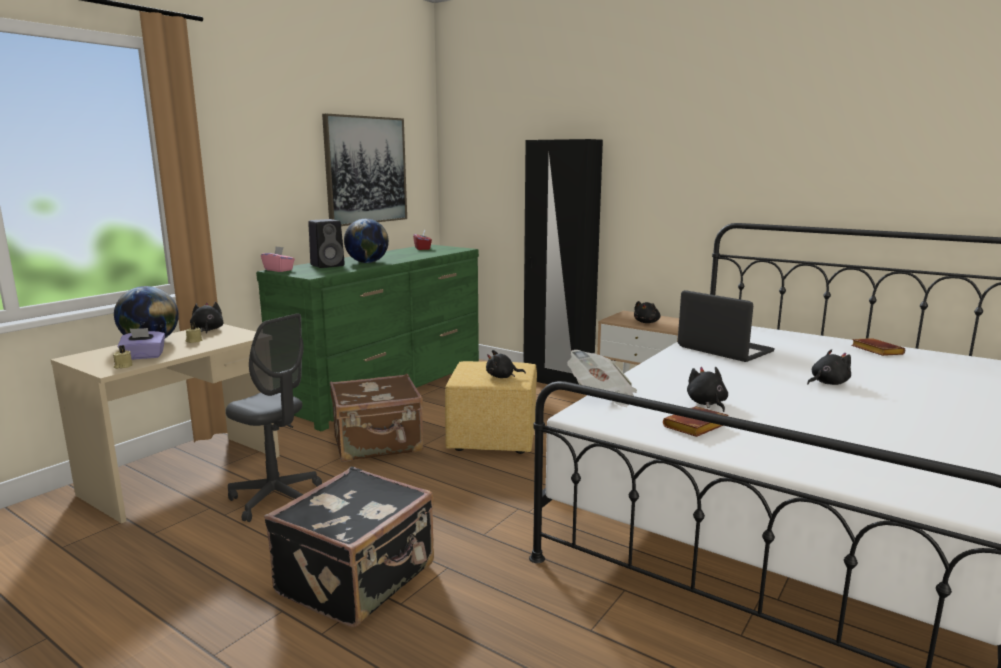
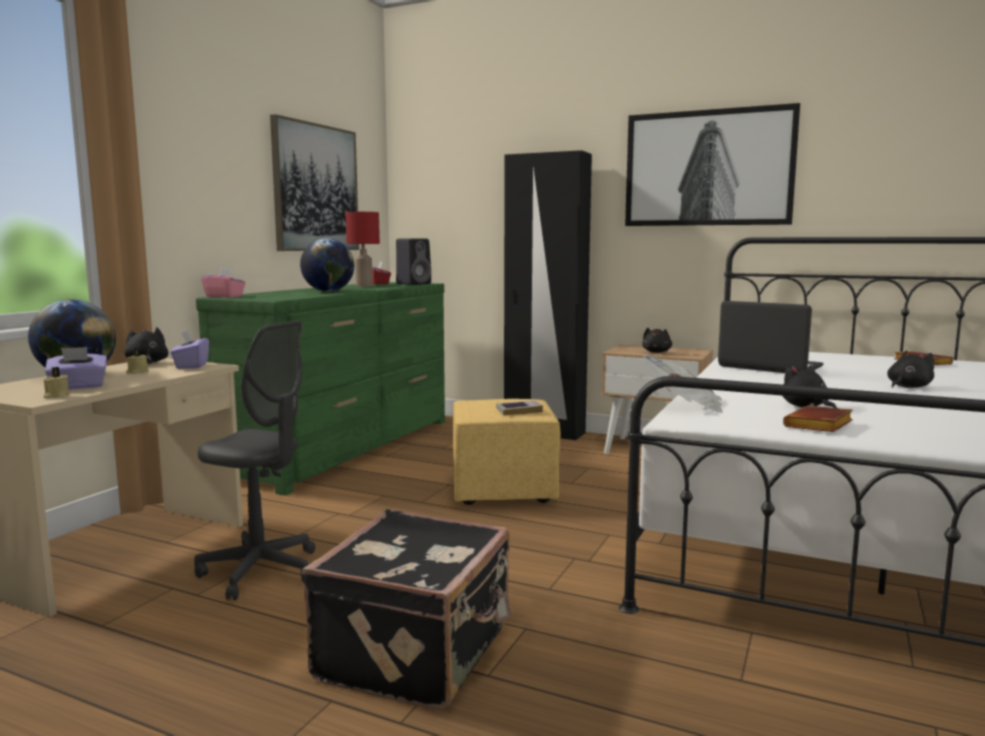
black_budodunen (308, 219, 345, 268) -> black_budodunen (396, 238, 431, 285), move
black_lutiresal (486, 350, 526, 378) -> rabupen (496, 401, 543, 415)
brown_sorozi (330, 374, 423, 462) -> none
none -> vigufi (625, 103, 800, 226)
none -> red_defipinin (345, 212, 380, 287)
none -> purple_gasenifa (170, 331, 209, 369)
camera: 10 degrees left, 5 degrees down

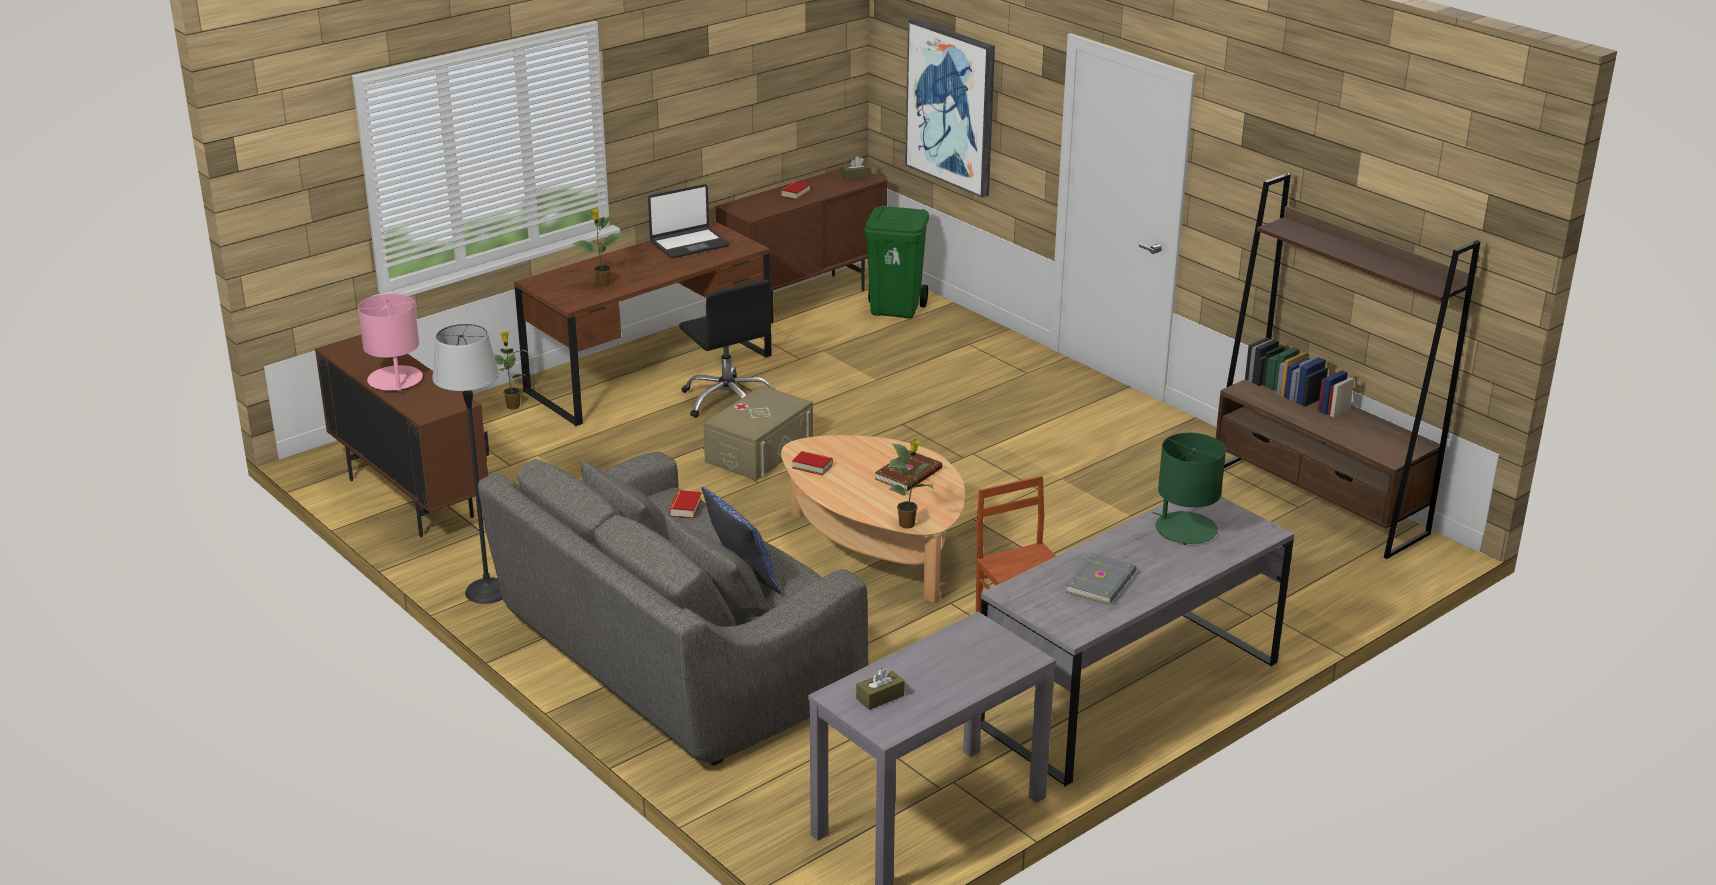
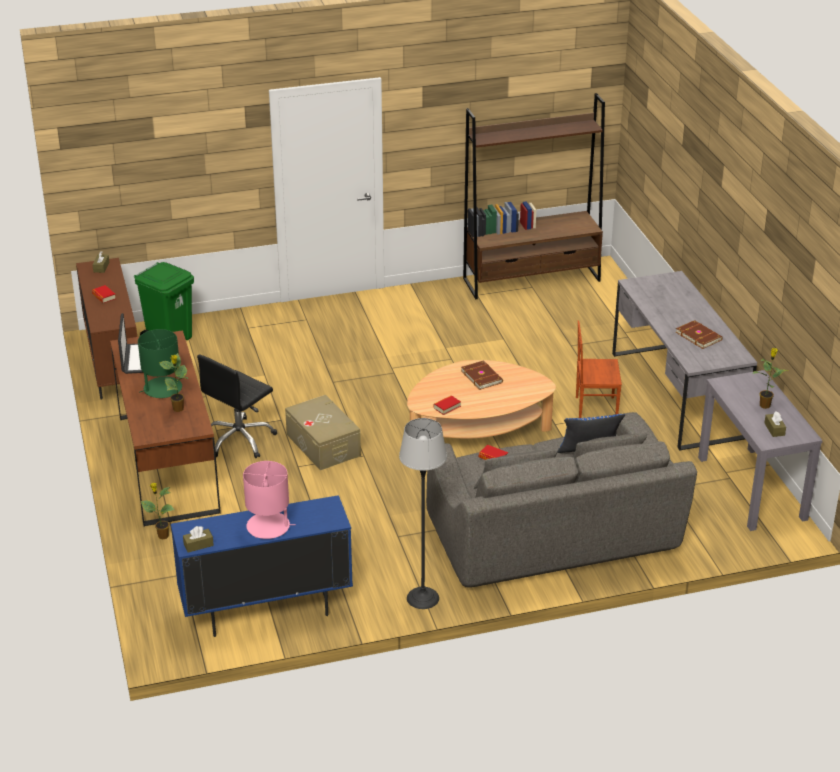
vigufi (905, 19, 995, 198) -> none
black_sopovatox (679, 280, 774, 418) -> black_sopovatox (197, 355, 277, 458), 135 degrees clockwise
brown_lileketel (315, 335, 490, 537) -> blue_lileketel (171, 495, 353, 637)
green_defipinin (1152, 433, 1226, 545) -> green_defipinin (138, 329, 182, 398), move
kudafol (888, 439, 934, 529) -> kudafol (753, 348, 788, 409), move
grey_rabupen (1066, 553, 1137, 605) -> brown_rabupen (675, 320, 723, 349)
none -> brown_gasenifa (183, 526, 214, 553)
camera: 65 degrees left, 5 degrees up

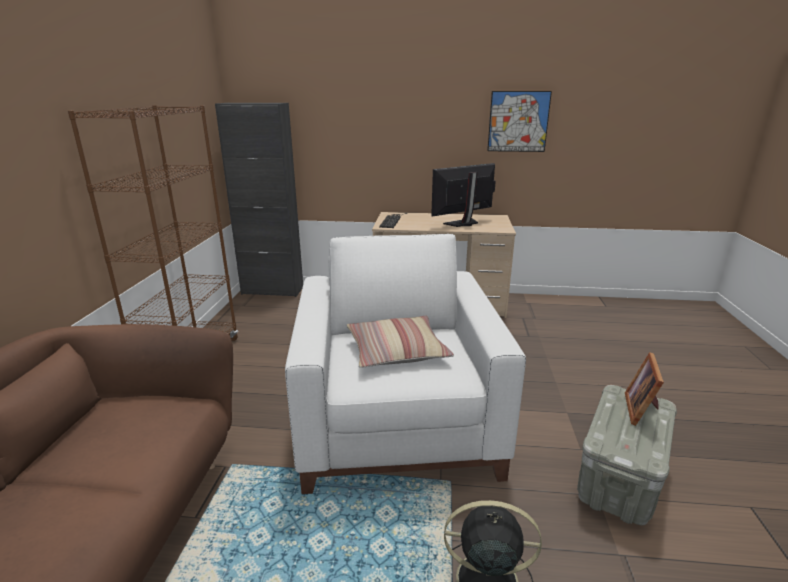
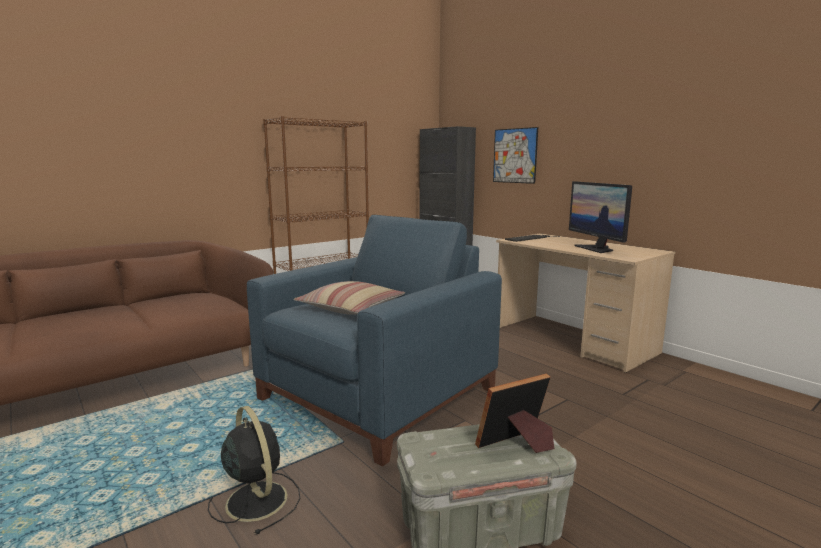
vigufi (487, 91, 552, 152) -> vigufi (493, 127, 538, 184), move
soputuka (431, 163, 496, 227) -> soputuka (569, 181, 632, 253), 120 degrees counterclockwise
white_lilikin (285, 234, 526, 494) -> blue_lilikin (247, 215, 502, 466)
camera: 45 degrees right, 10 degrees down

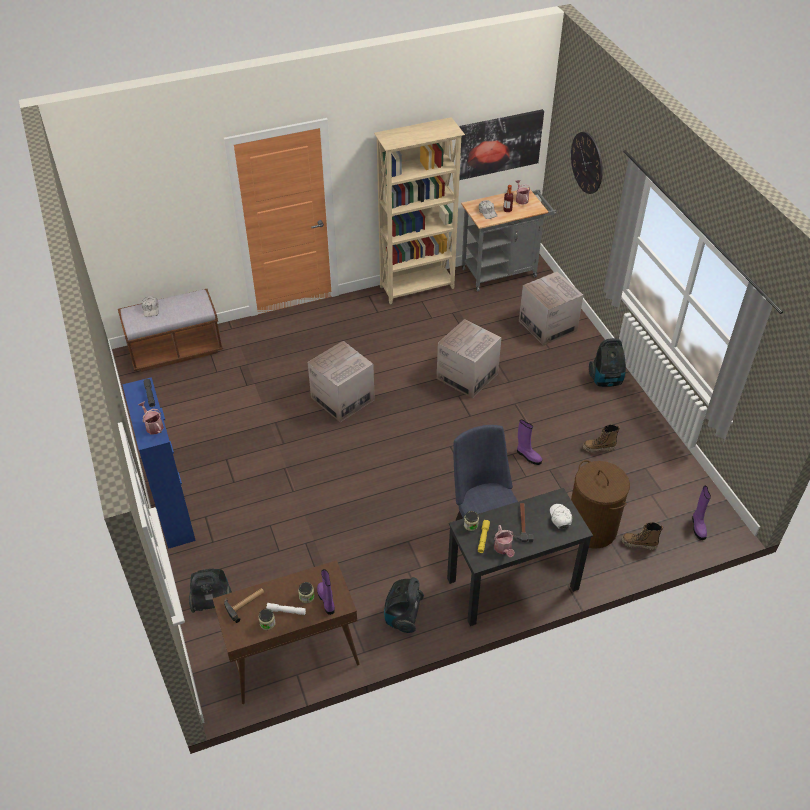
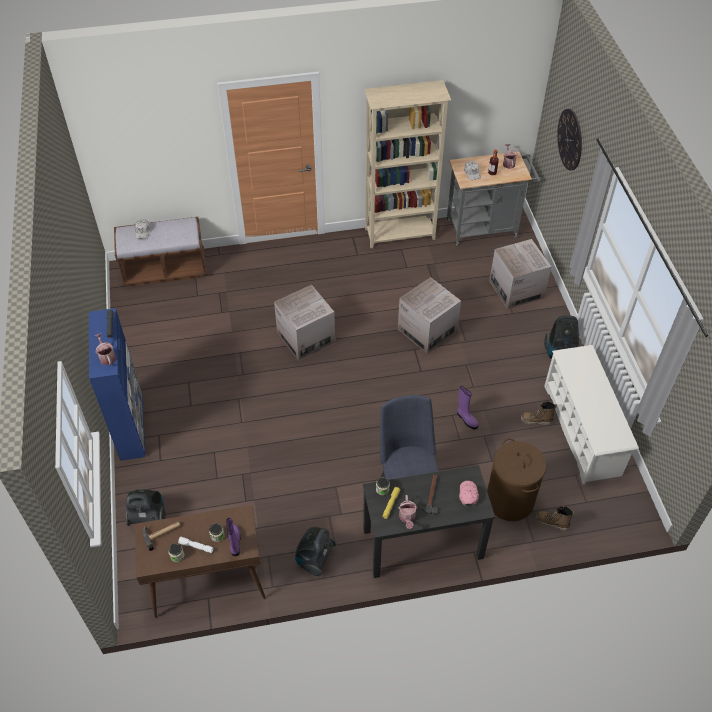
vigufi (459, 109, 544, 180) -> none
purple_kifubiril (692, 486, 711, 540) -> none
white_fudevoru (550, 504, 572, 529) -> pink_fudevoru (459, 481, 479, 506)
none -> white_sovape (544, 345, 639, 484)
camera: 10 degrees right, 5 degrees up

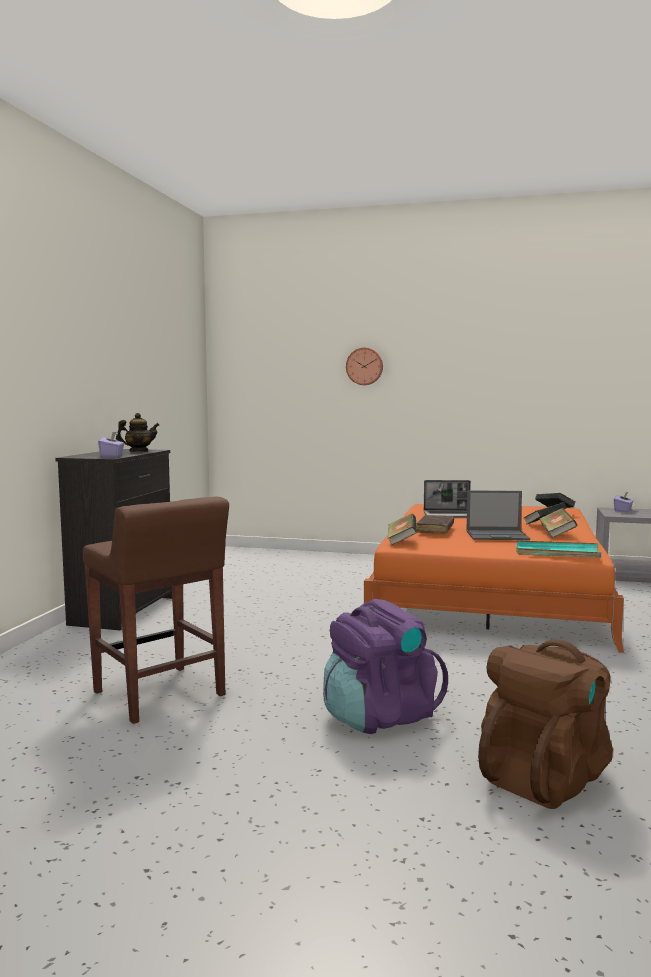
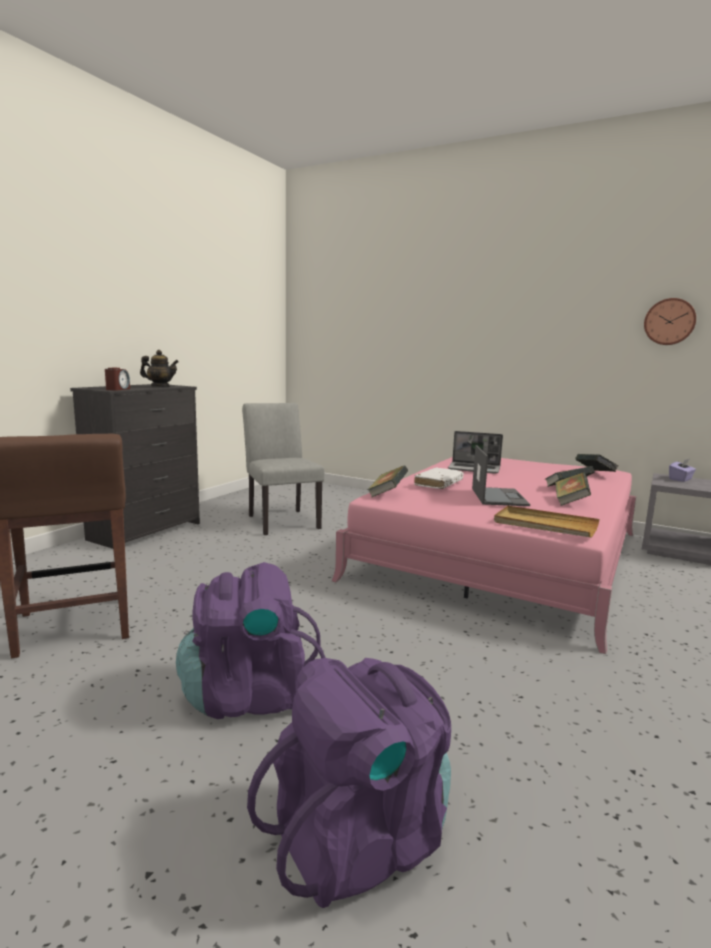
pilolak (346, 348, 383, 385) -> pilolak (644, 298, 696, 345), move
purple_gasenifa (98, 431, 125, 458) -> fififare (105, 368, 130, 391)
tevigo (466, 491, 530, 540) -> tevigo (472, 445, 530, 506), 105 degrees counterclockwise
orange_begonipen (364, 504, 625, 653) -> pink_begonipen (332, 457, 636, 654)
brown_rabupen (417, 515, 454, 534) -> white_rabupen (414, 467, 463, 489)
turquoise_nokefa (516, 540, 601, 558) -> beige_nokefa (494, 506, 600, 538)
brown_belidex (478, 639, 613, 809) -> purple_belidex (247, 658, 451, 908)
none -> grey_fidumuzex (242, 403, 324, 535)
camera: 15 degrees right, 5 degrees up

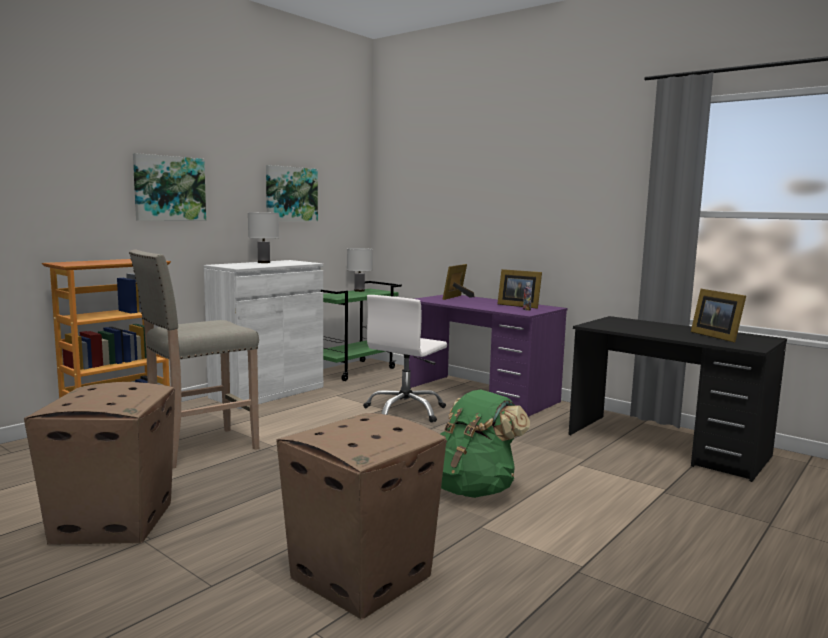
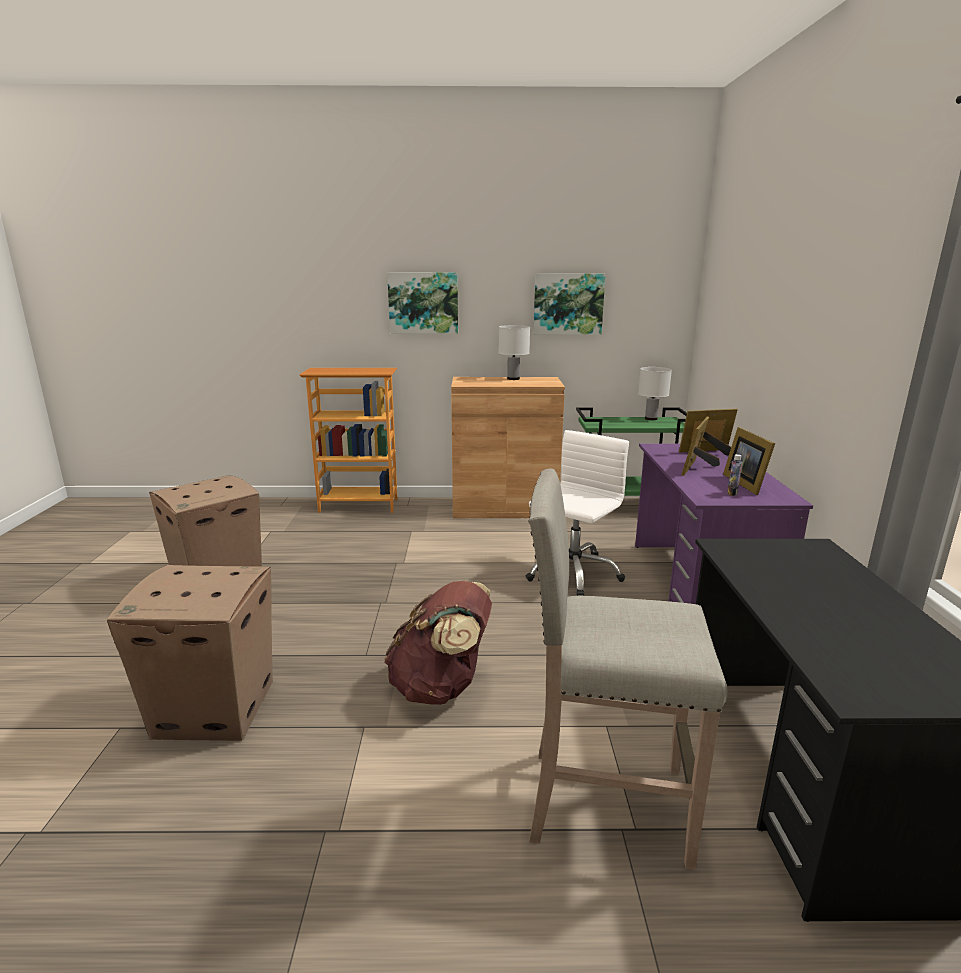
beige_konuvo (129, 250, 259, 469) -> beige_konuvo (528, 469, 728, 870), move
white_lileketel (204, 260, 323, 409) -> brown_lileketel (451, 377, 565, 518)
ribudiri (691, 289, 746, 343) -> ribudiri (681, 417, 720, 476), move
white_sopovatox (363, 295, 447, 423) -> white_sopovatox (526, 430, 629, 596), 135 degrees clockwise
green_belidex (440, 390, 530, 498) -> brown_belidex (384, 580, 492, 705)
camera: 50 degrees right, 10 degrees up

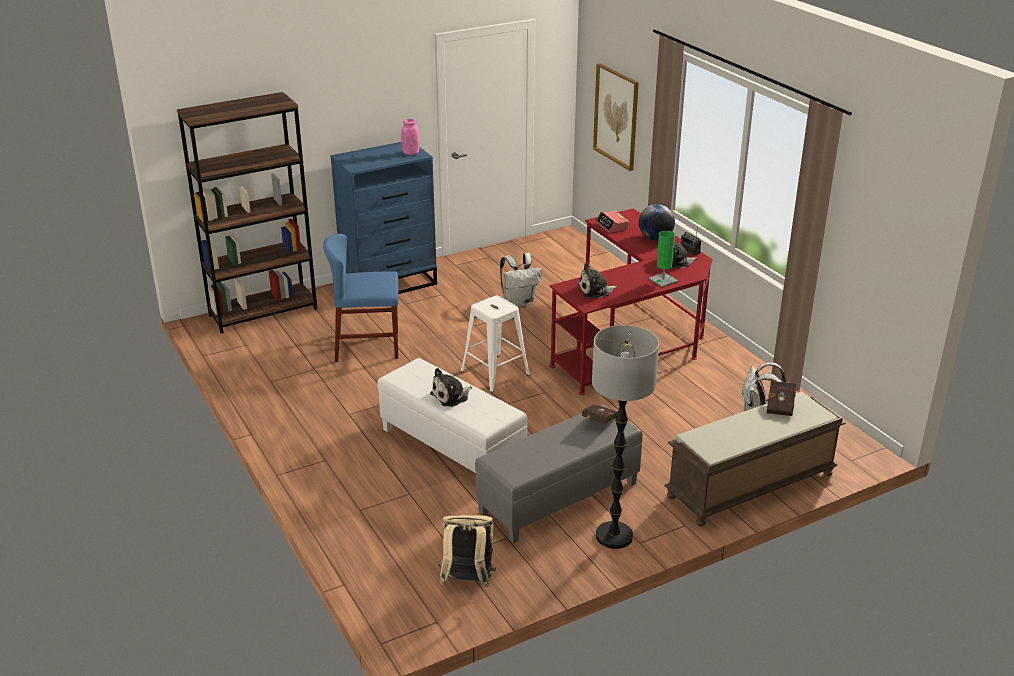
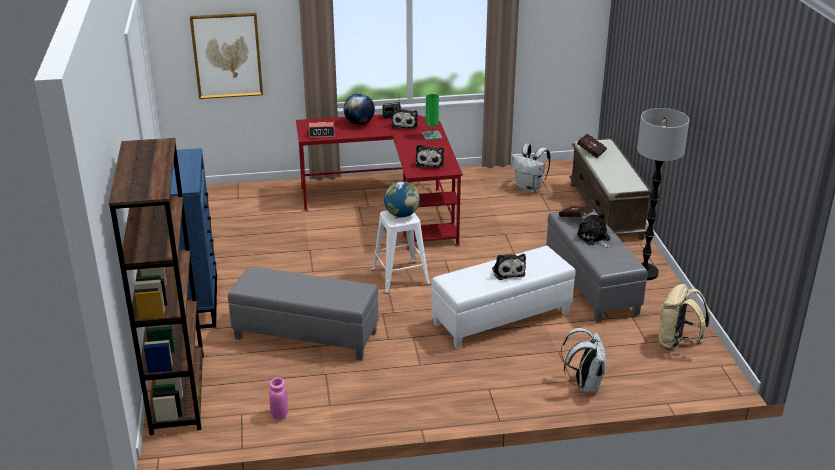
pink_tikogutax (401, 119, 420, 155) -> pink_tikogutax (269, 378, 288, 420), move
blue_fidumuzex (323, 234, 399, 362) -> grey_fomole (228, 266, 379, 360)
white_belidex (500, 253, 542, 307) -> white_belidex (561, 328, 606, 393), move
none -> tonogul (384, 181, 420, 217)
none -> lutiresal (577, 213, 610, 248)
camera: 70 degrees left, 0 degrees up

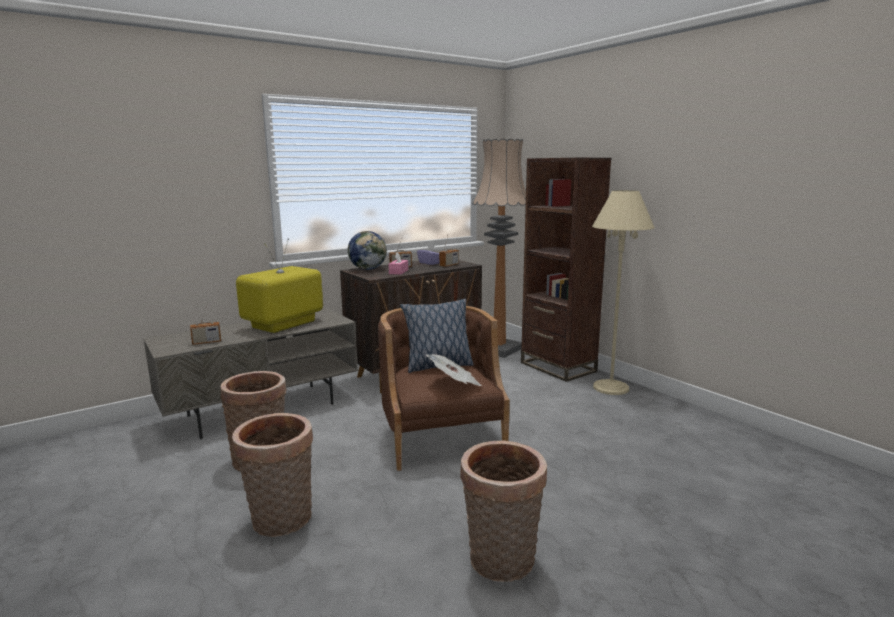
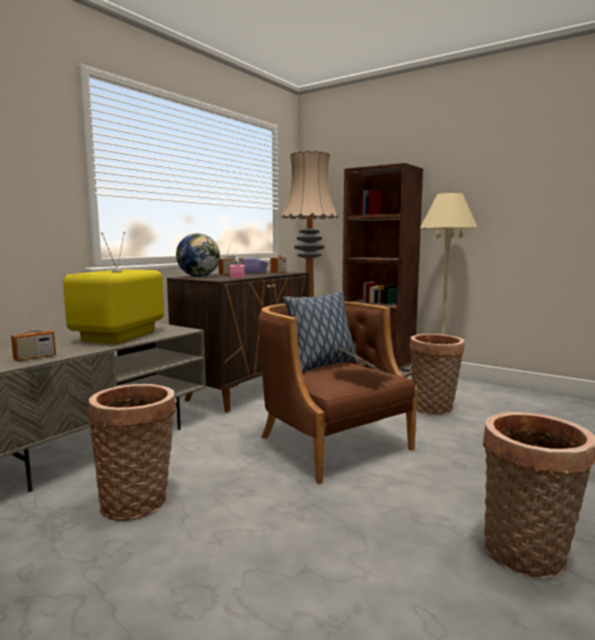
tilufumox (232, 413, 313, 537) -> tilufumox (409, 334, 465, 415), move
camera: 20 degrees left, 5 degrees down

